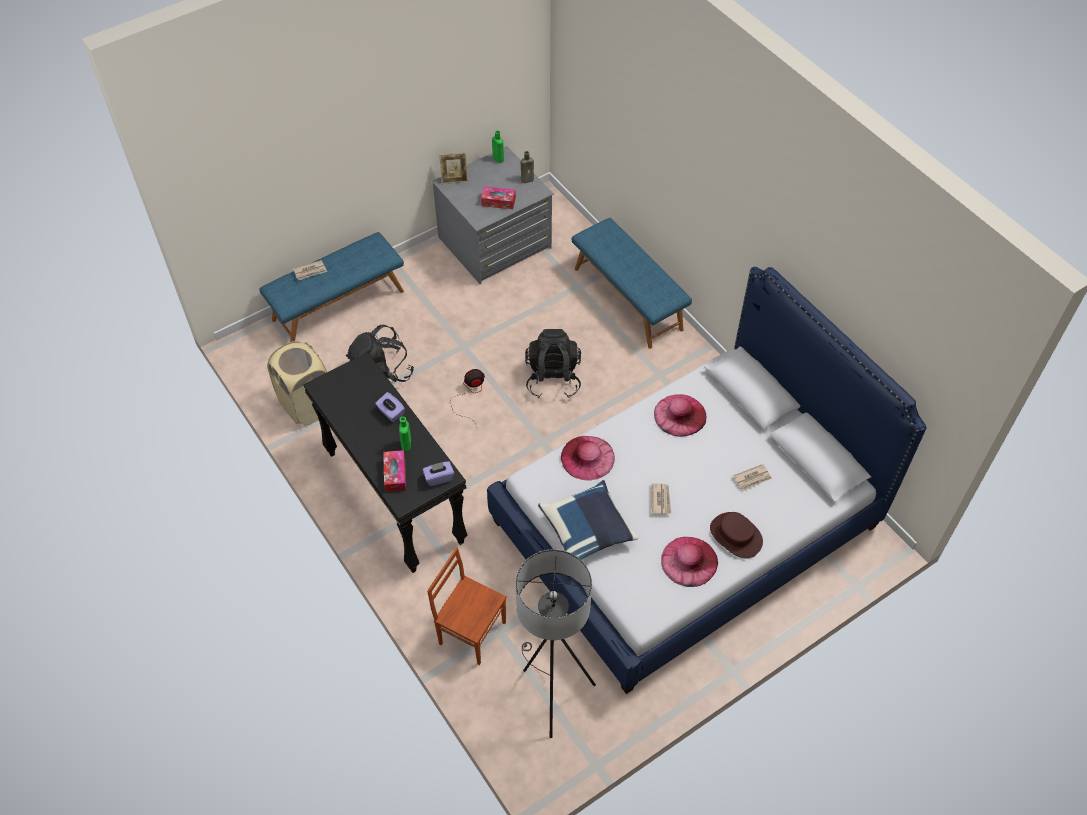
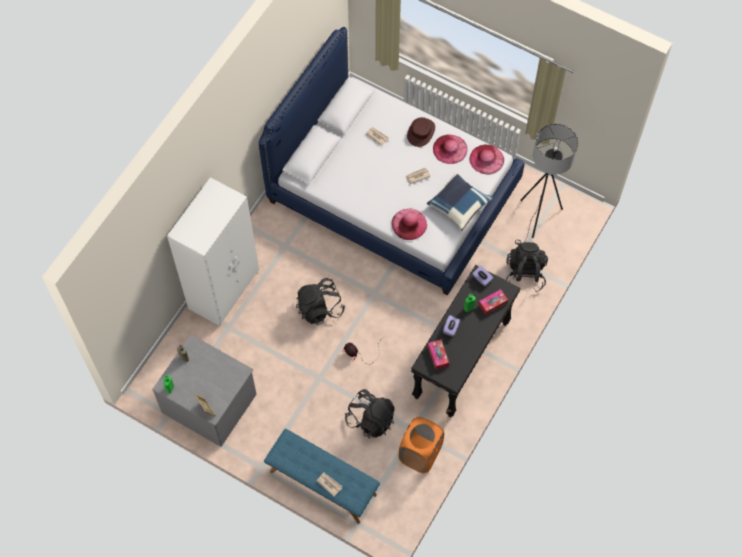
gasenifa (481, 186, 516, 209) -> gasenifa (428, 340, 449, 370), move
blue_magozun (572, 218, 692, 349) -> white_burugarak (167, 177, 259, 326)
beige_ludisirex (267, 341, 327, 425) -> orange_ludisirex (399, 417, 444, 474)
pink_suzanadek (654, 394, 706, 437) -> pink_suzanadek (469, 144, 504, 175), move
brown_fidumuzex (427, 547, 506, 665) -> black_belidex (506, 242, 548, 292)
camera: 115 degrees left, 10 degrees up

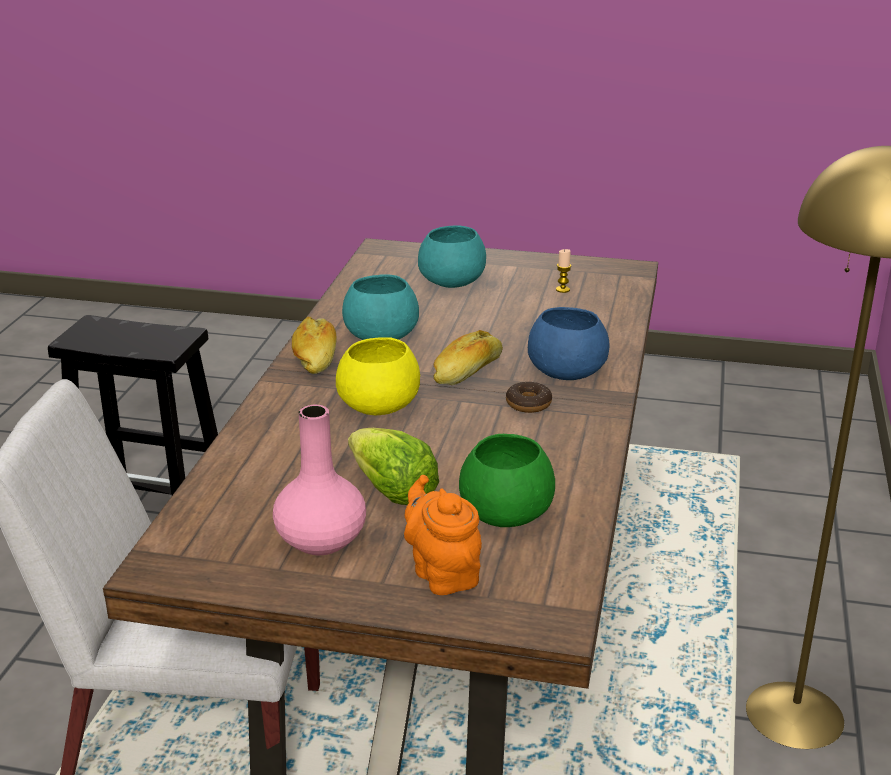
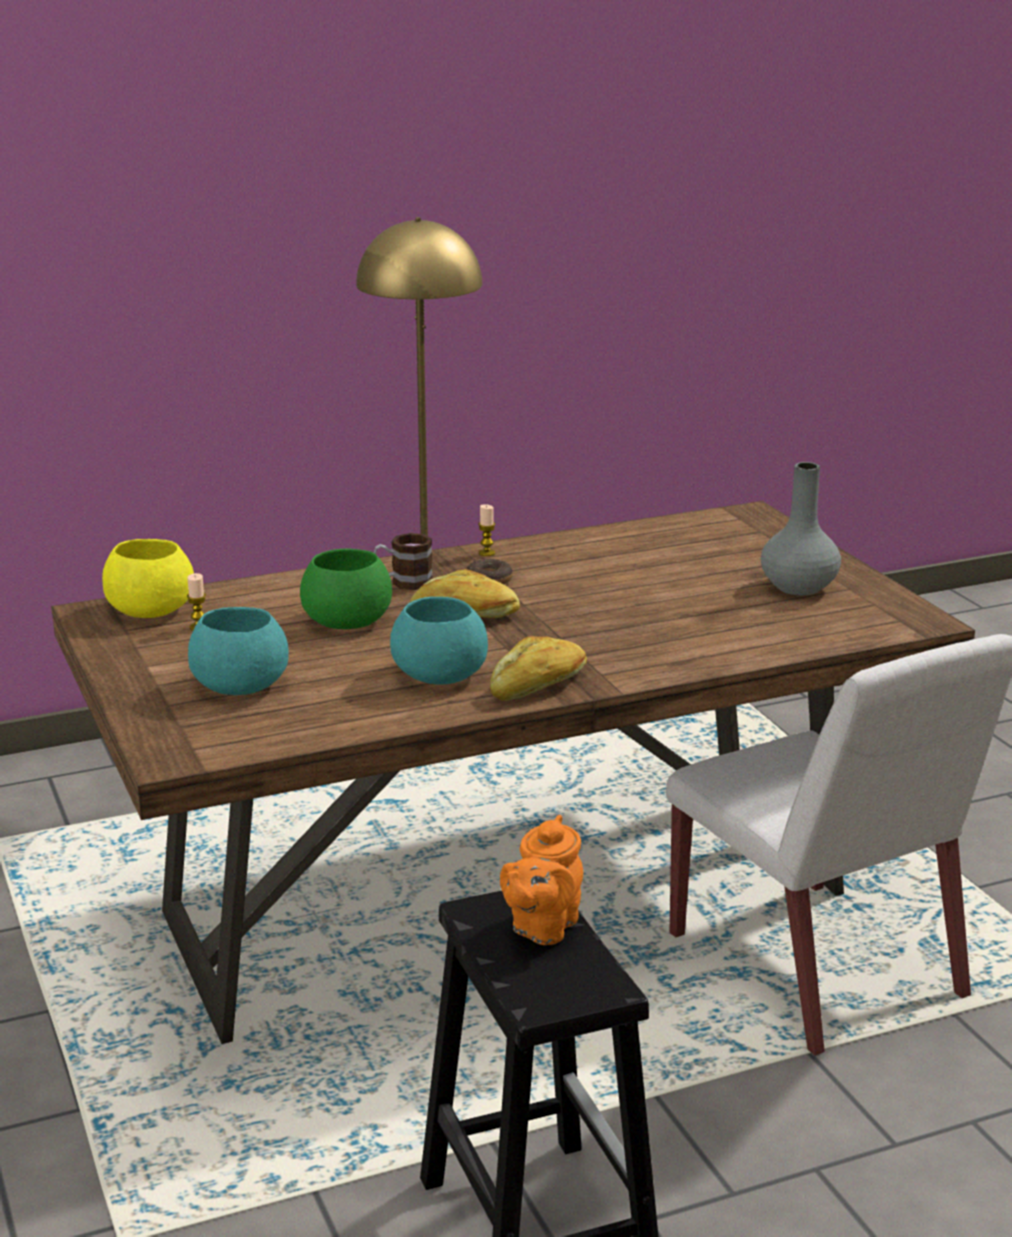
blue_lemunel (528, 307, 610, 380) -> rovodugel (373, 533, 433, 590)
yellow_lemunel (336, 337, 420, 415) -> yellow_lemunel (102, 539, 194, 618), move
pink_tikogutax (273, 405, 366, 555) -> grey_tikogutax (761, 462, 841, 595)
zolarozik (348, 428, 439, 505) -> none
green_lemunel (459, 434, 555, 527) -> green_lemunel (300, 548, 392, 629), move
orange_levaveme (404, 475, 482, 595) -> orange_levaveme (500, 815, 583, 945), move
none -> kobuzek (478, 504, 495, 556)
camera: 125 degrees left, 5 degrees down

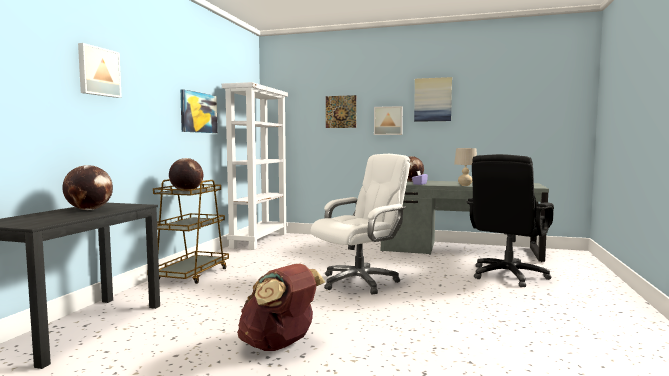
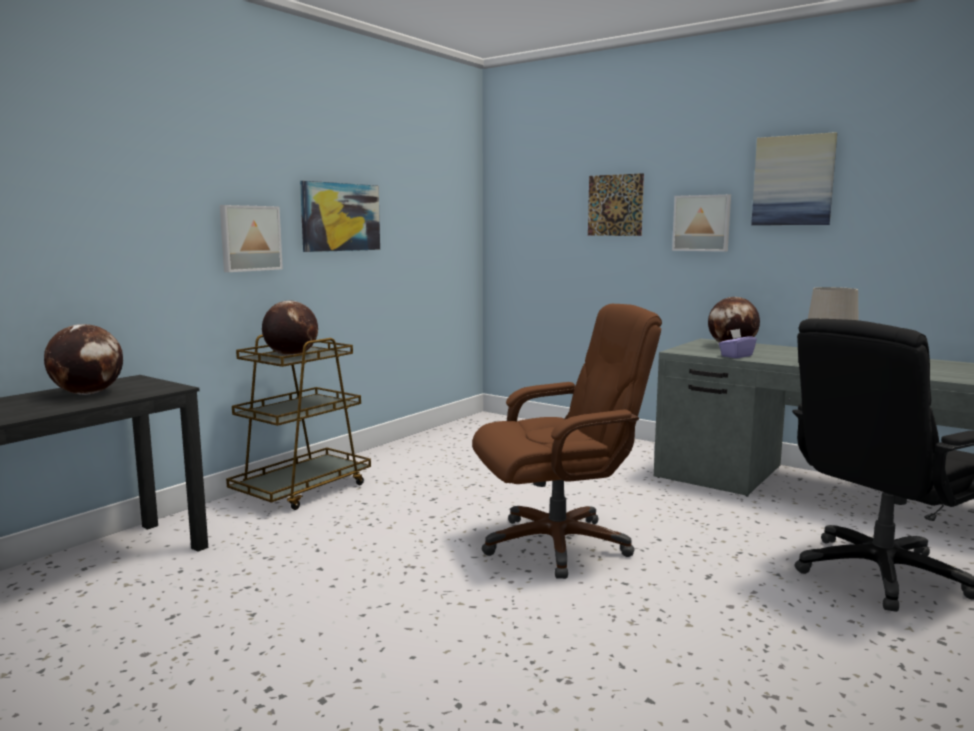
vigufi (78, 43, 122, 98) -> vigufi (220, 205, 283, 272), move
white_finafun (222, 82, 288, 250) -> none
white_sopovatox (311, 154, 410, 295) -> brown_sopovatox (472, 304, 662, 579)
brown_belidex (237, 263, 325, 351) -> none
camera: 20 degrees right, 5 degrees up

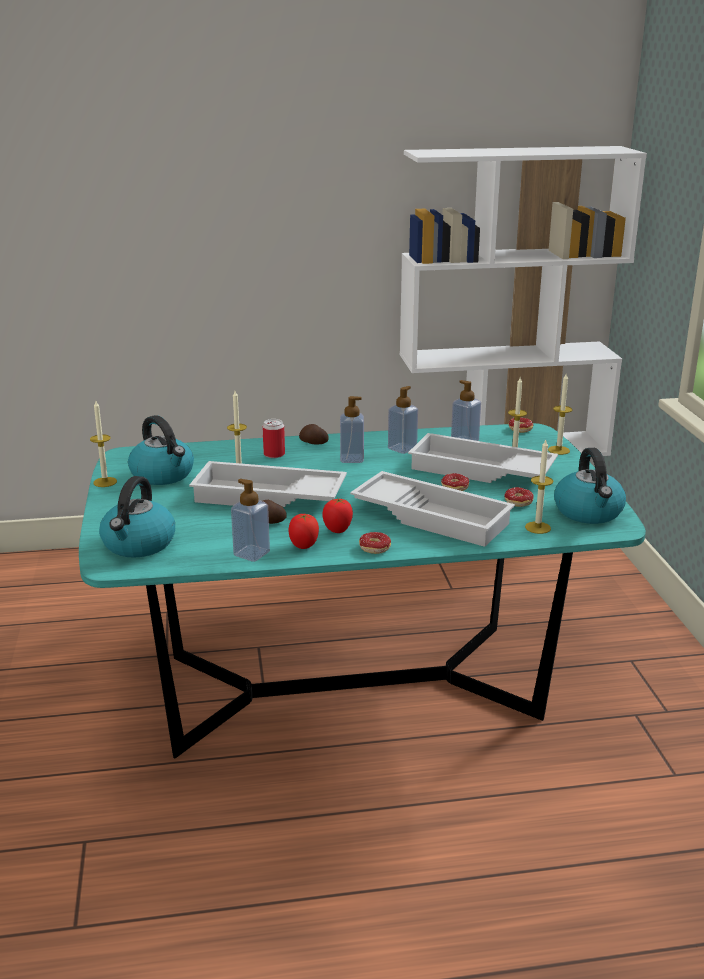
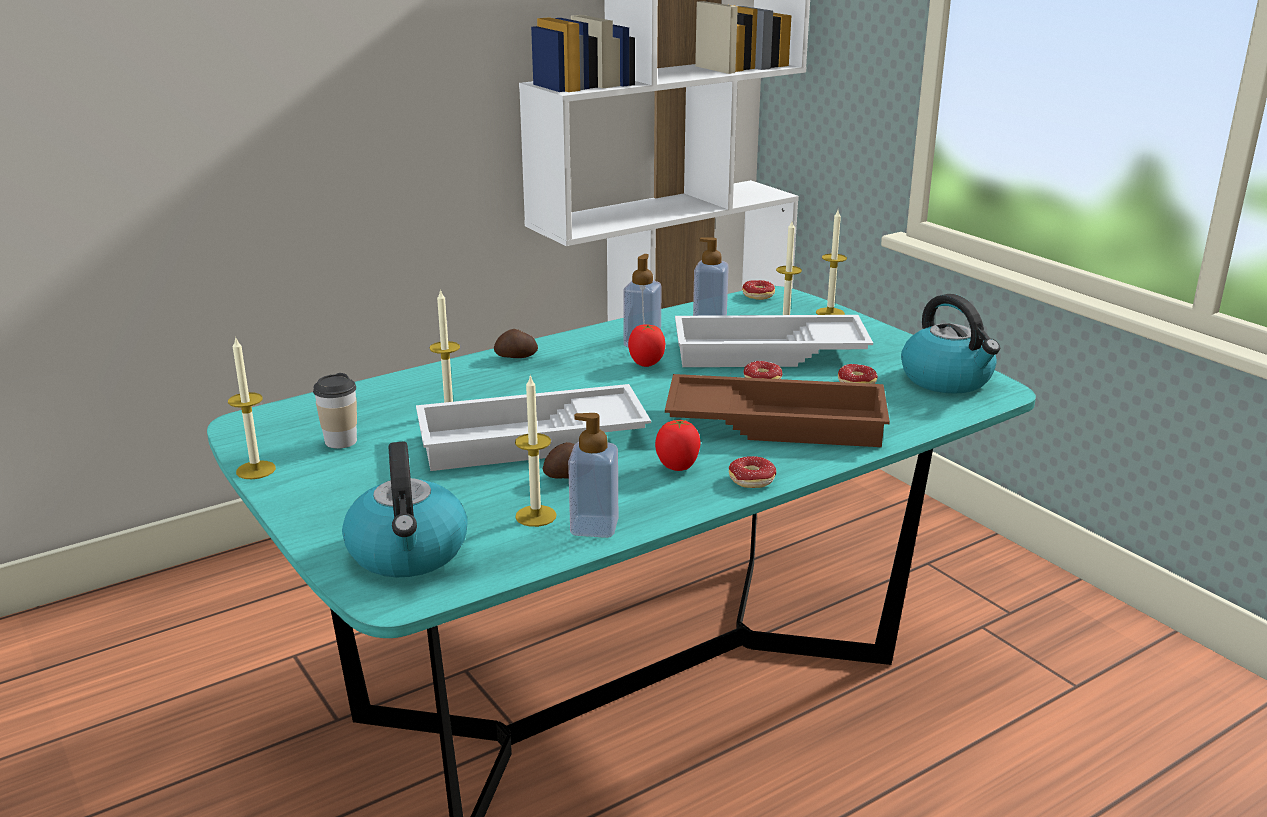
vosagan (340, 396, 364, 463) -> none
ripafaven (128, 415, 194, 485) -> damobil (313, 373, 357, 449)
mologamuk (262, 419, 285, 458) -> none
kobuzek (525, 440, 554, 534) -> kobuzek (515, 374, 557, 527), move
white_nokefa (350, 471, 515, 547) -> brown_nokefa (665, 374, 890, 447)
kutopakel (289, 514, 319, 549) -> kutopakel (628, 324, 665, 367), move
camera: 25 degrees left, 0 degrees up

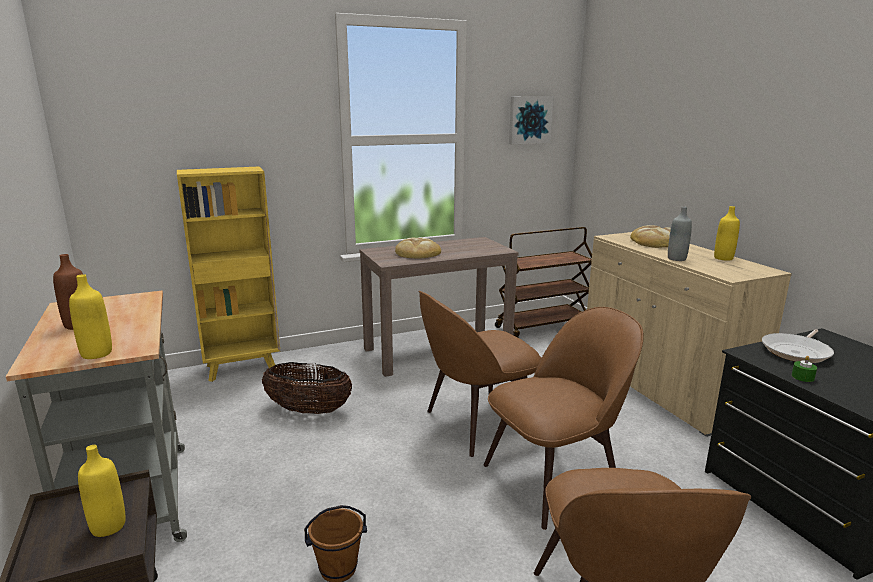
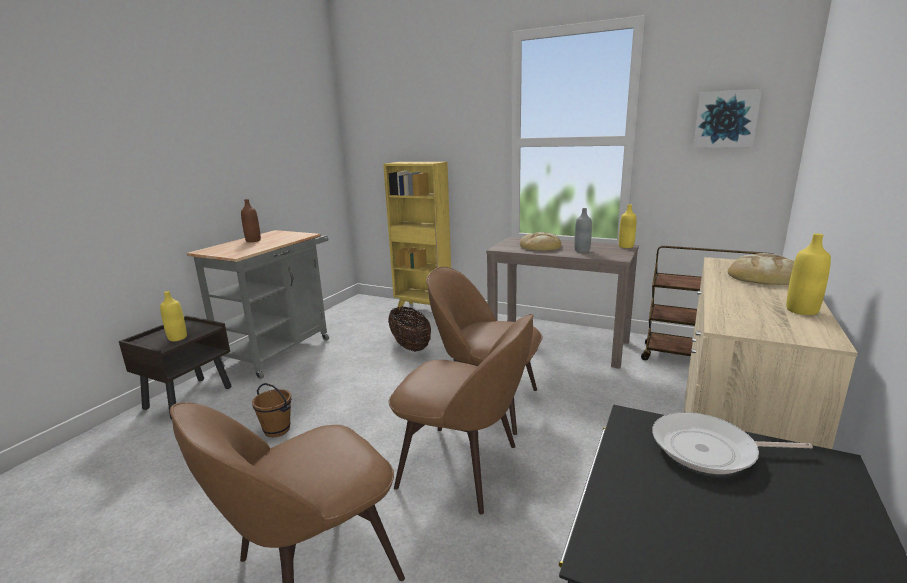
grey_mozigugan (668, 206, 692, 261) -> grey_mozigugan (574, 208, 592, 253), move
yellow_mozigugan (69, 274, 112, 359) -> yellow_mozigugan (619, 204, 637, 248), move
green_kobuzek (792, 356, 817, 382) -> none
camera: 50 degrees right, 0 degrees up

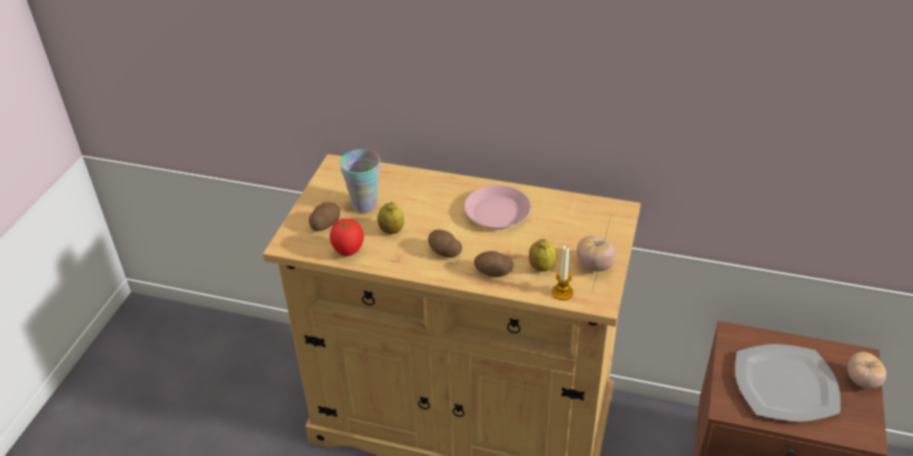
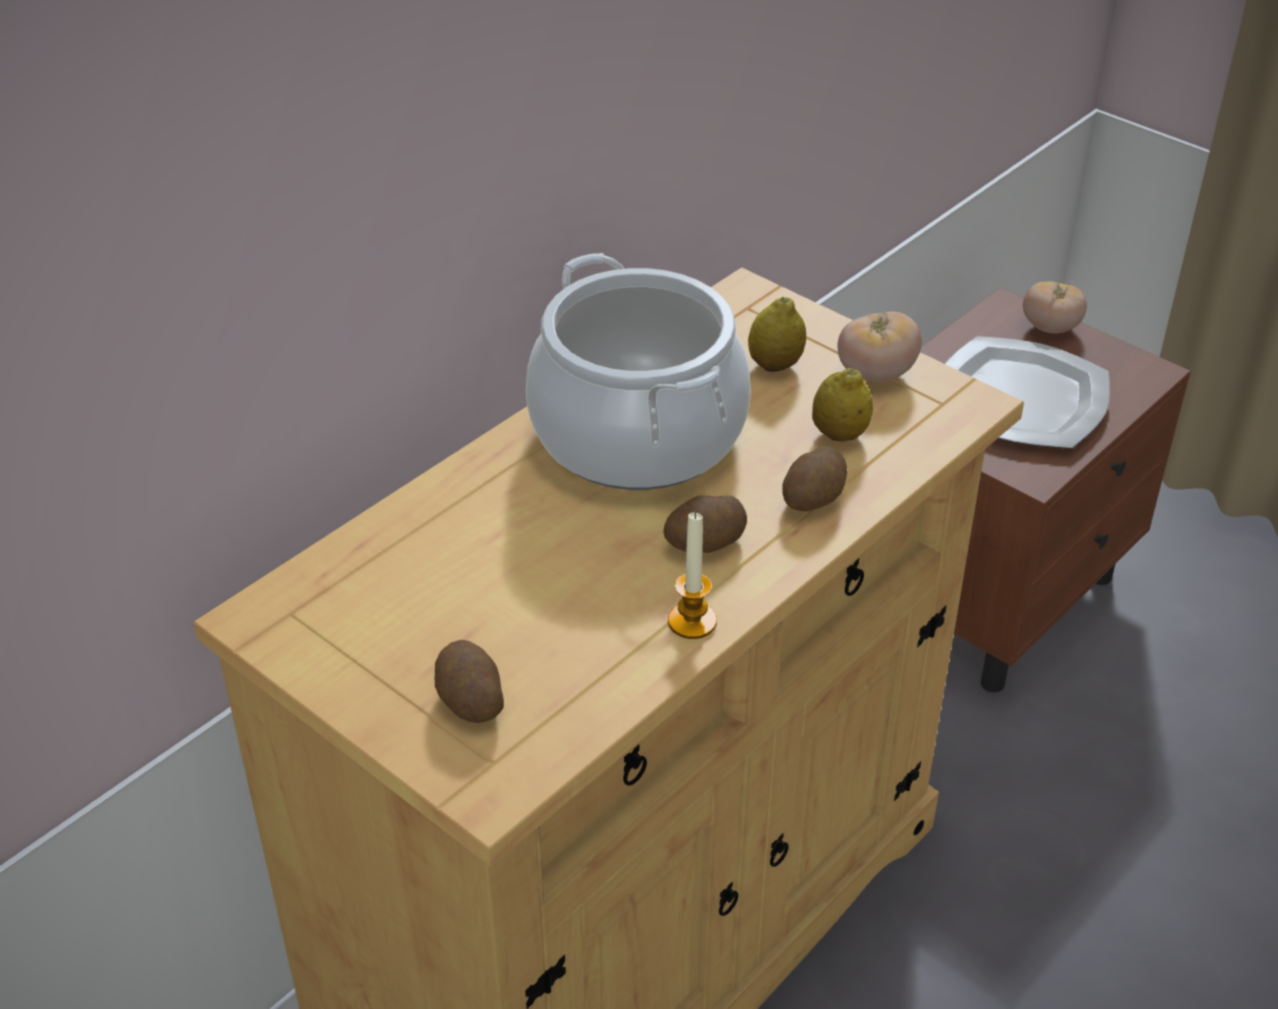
damobil (340, 149, 380, 213) -> none
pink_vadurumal (464, 185, 531, 229) -> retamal (526, 253, 751, 490)
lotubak (377, 202, 404, 234) -> lotubak (748, 297, 806, 372), move
kutopakel (330, 219, 364, 256) -> none
kobuzek (552, 246, 573, 300) -> kobuzek (668, 512, 717, 639), move
camera: 65 degrees left, 0 degrees up

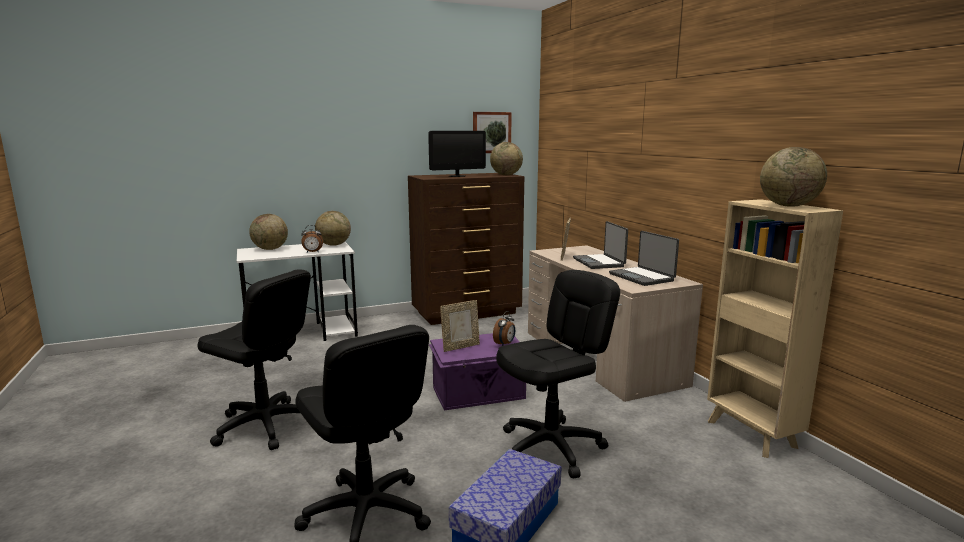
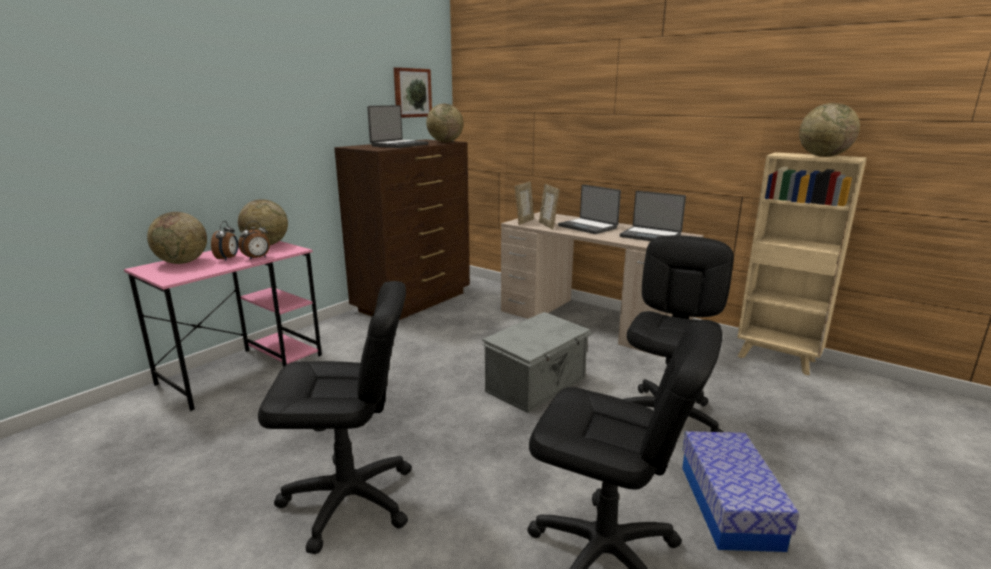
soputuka (428, 131, 486, 177) -> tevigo (367, 105, 429, 148)
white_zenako (237, 242, 358, 341) -> pink_zenako (124, 241, 322, 411)
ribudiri (440, 300, 480, 352) -> ribudiri (515, 182, 534, 225), move
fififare (493, 311, 515, 346) -> fififare (211, 221, 238, 261), move
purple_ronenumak (429, 333, 526, 411) -> grey_ronenumak (482, 312, 593, 413)
camera: 30 degrees left, 5 degrees up

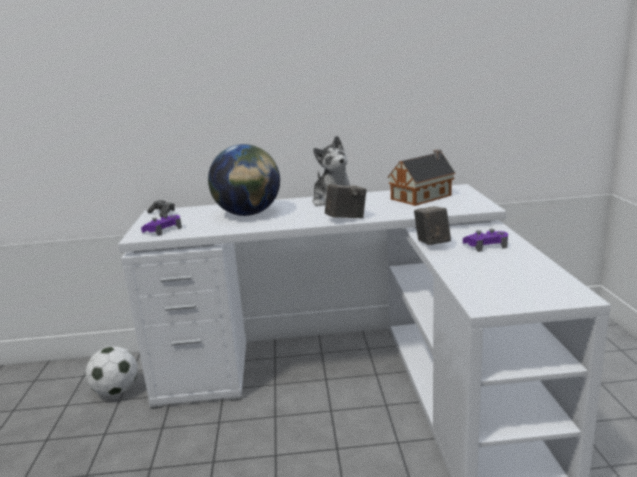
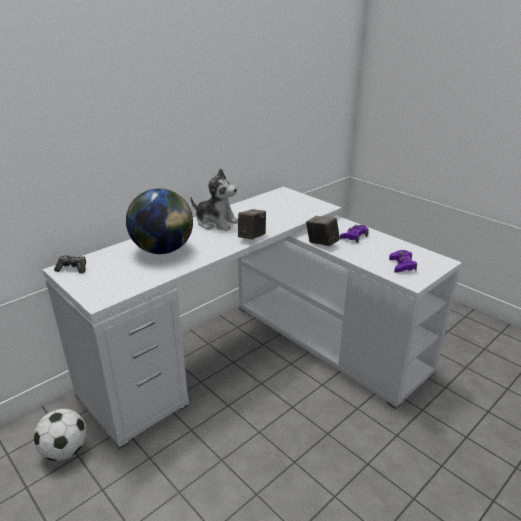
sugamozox (388, 150, 456, 206) -> none
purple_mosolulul (141, 214, 182, 236) -> purple_mosolulul (389, 250, 417, 273), move
camera: 40 degrees left, 10 degrees up

